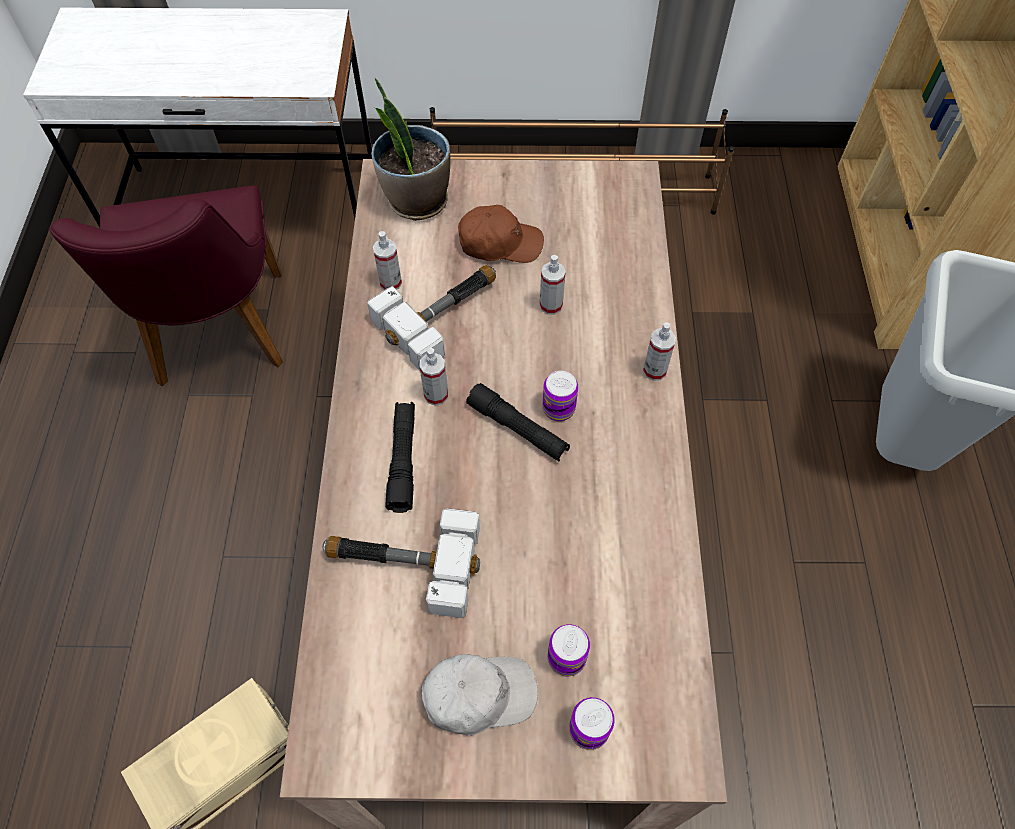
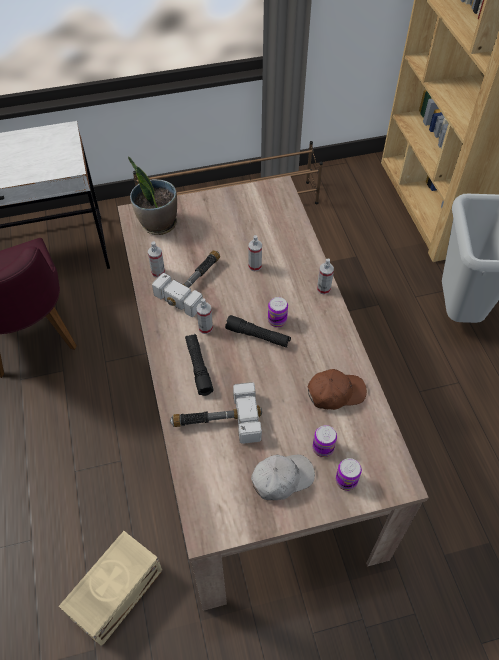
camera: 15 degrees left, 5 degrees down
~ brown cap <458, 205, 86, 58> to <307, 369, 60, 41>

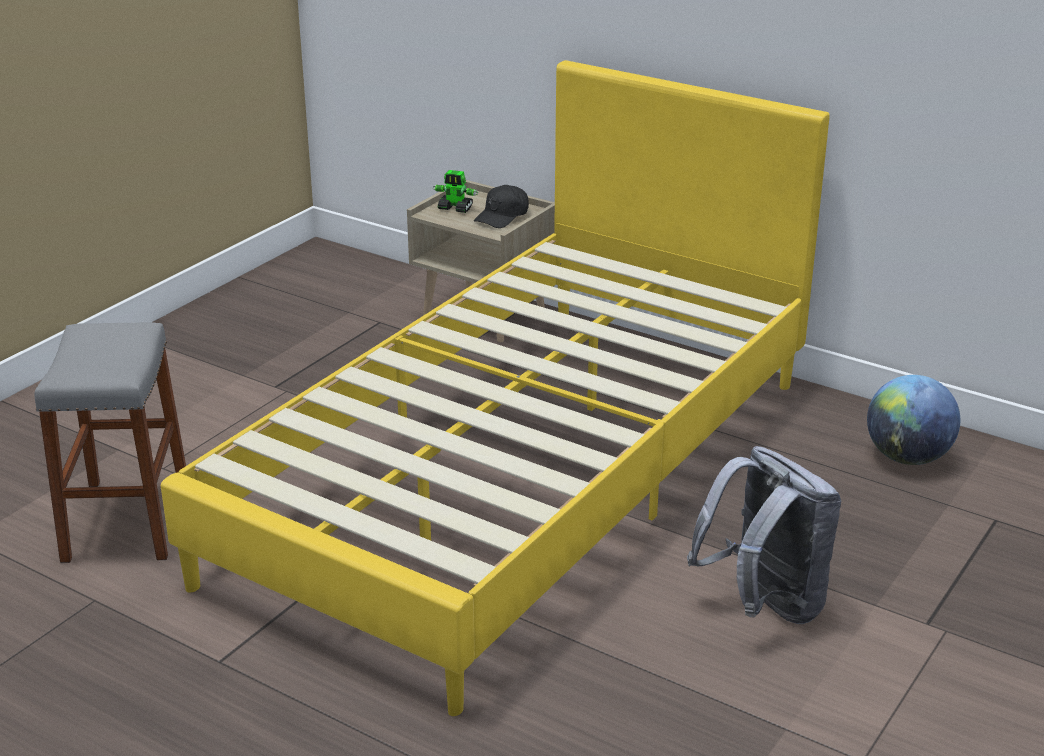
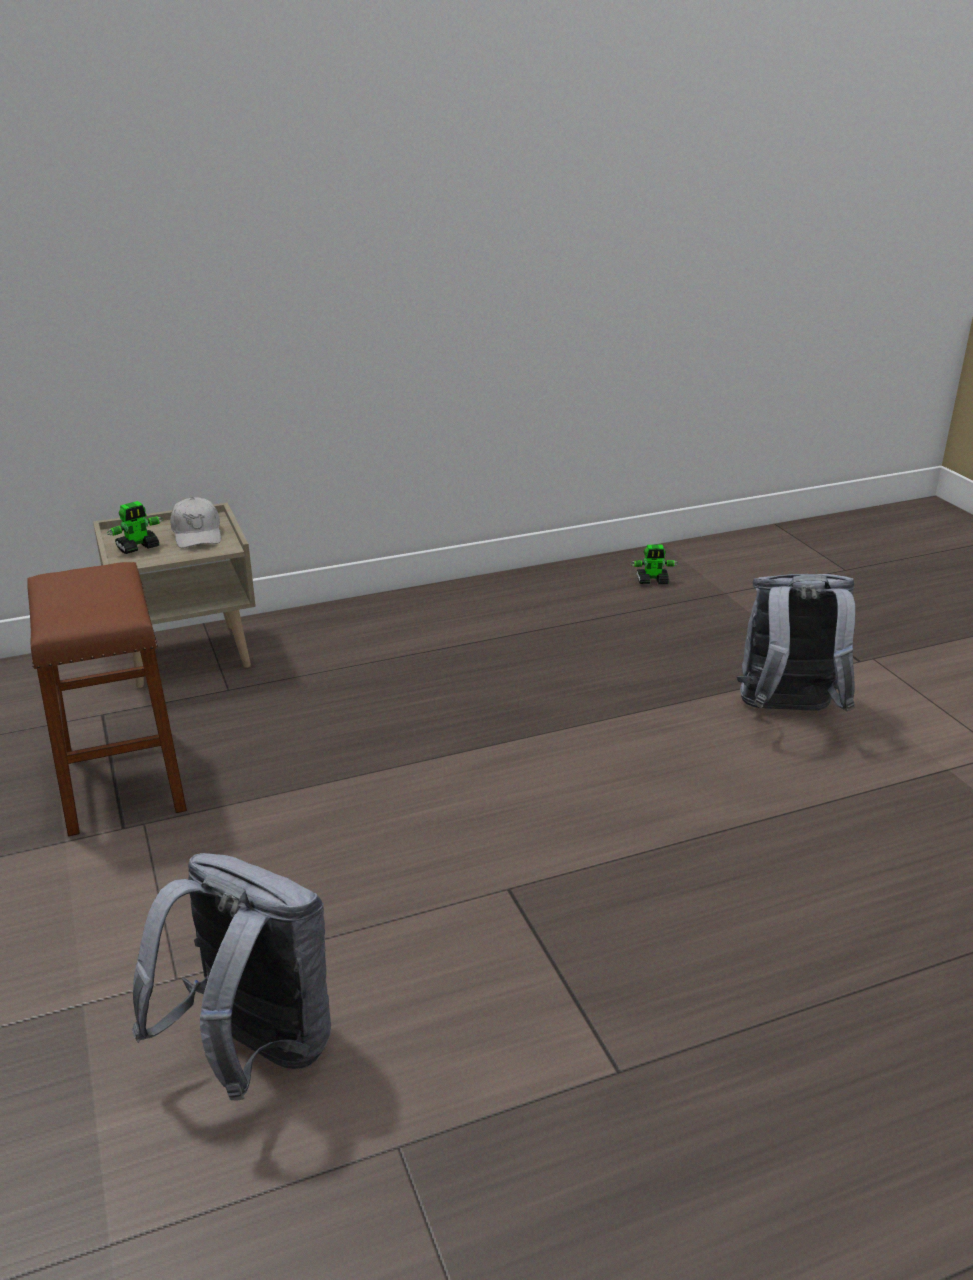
camera: 55 degrees left, 0 degrees up
- yellow bed <161, 60, 669, 656>
+ brown stool <27, 562, 160, 274>
~ grey stool <35, 322, 151, 241> to grey backpack <132, 853, 199, 248>
~ globe <867, 375, 93, 90> to toy robot <630, 544, 48, 40>
~ black cap <474, 185, 55, 43> to white cap <170, 497, 51, 51>

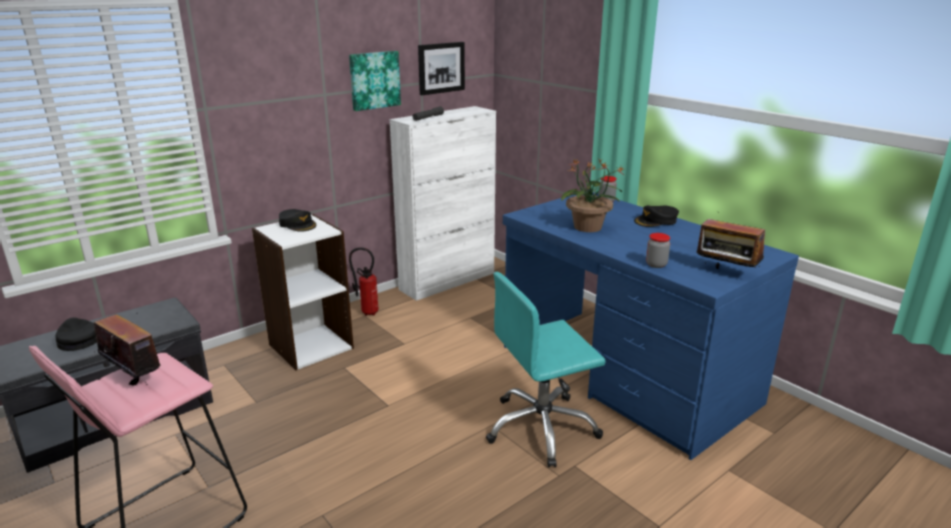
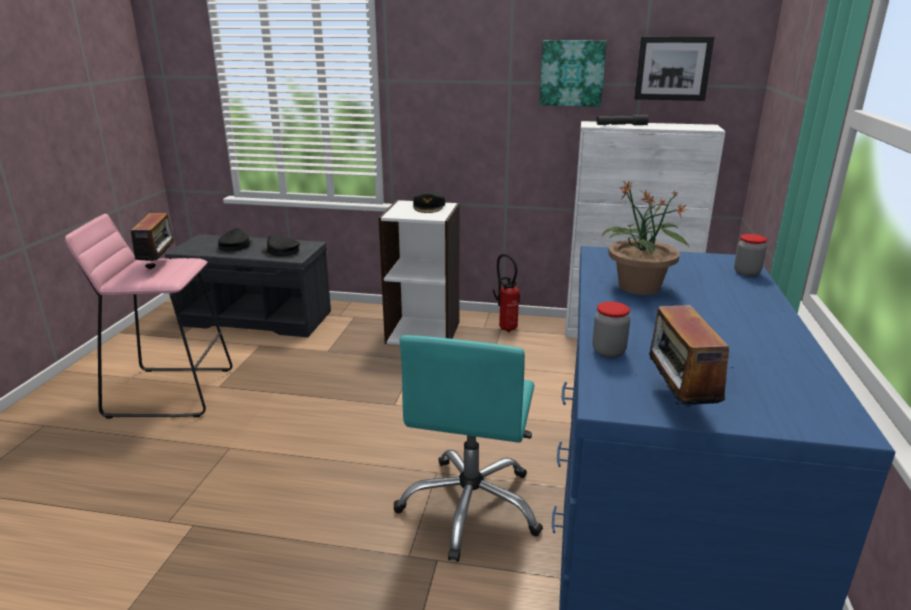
camera: 50 degrees right, 0 degrees up
~ black cap <634, 205, 45, 22> to <261, 234, 39, 22>
~ turquoise office chair <486, 272, 119, 195> = <394, 335, 149, 227> 105 degrees counterclockwise

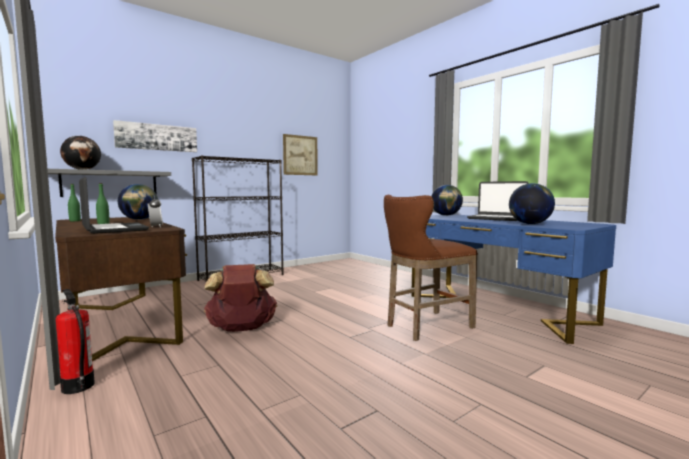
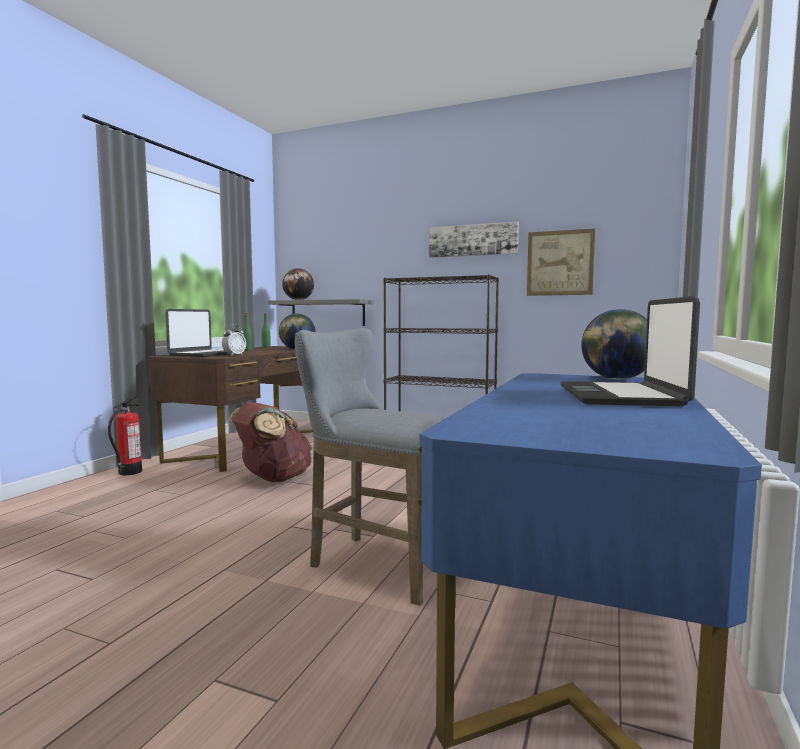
camera: 60 degrees right, 0 degrees up
- globe <509, 183, 46, 41>
~ picture <113, 120, 84, 32> to <429, 221, 90, 37>
~ brown stool <384, 195, 94, 146> to grey stool <295, 328, 151, 278>

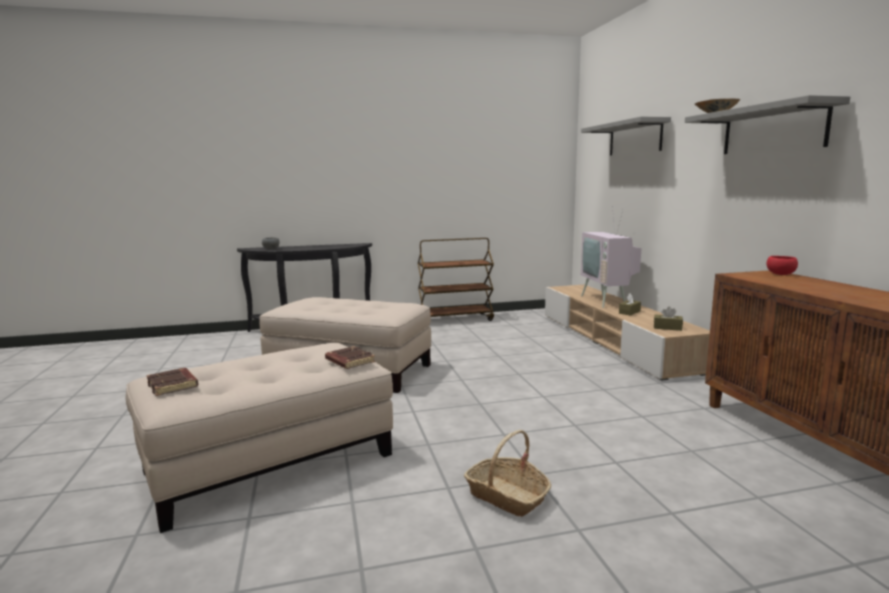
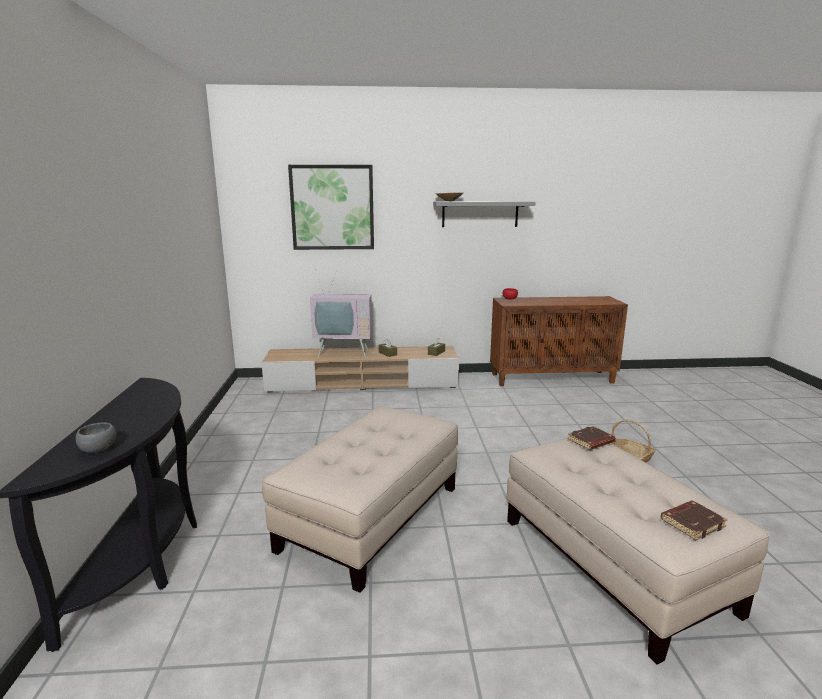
camera: 80 degrees left, 5 degrees up
- brown cart <418, 238, 76, 83>
~ grey shelf <581, 116, 90, 39> to picture <288, 165, 86, 85>

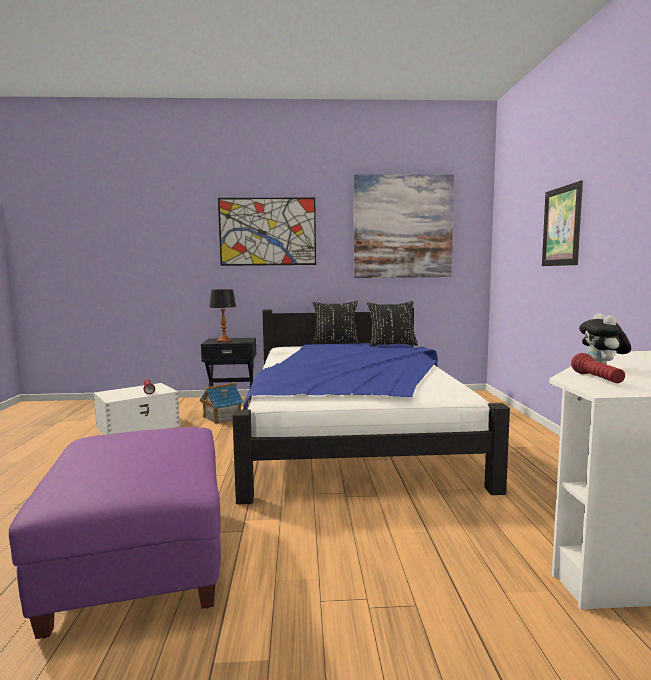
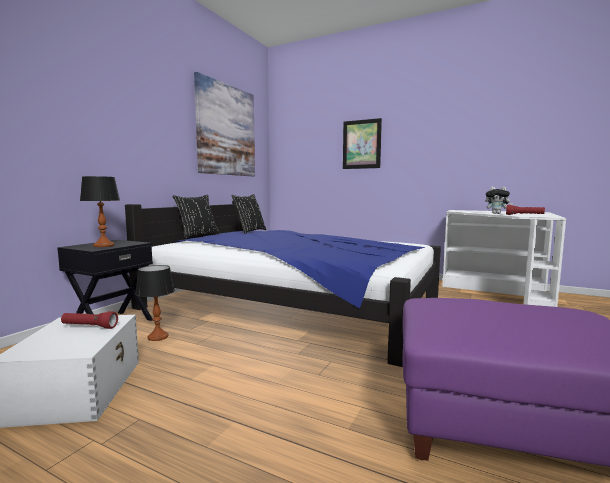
camera: 60 degrees left, 0 degrees up
- picture <218, 198, 98, 68>
~ toy house <200, 382, 44, 42> to table lamp <135, 265, 40, 76>

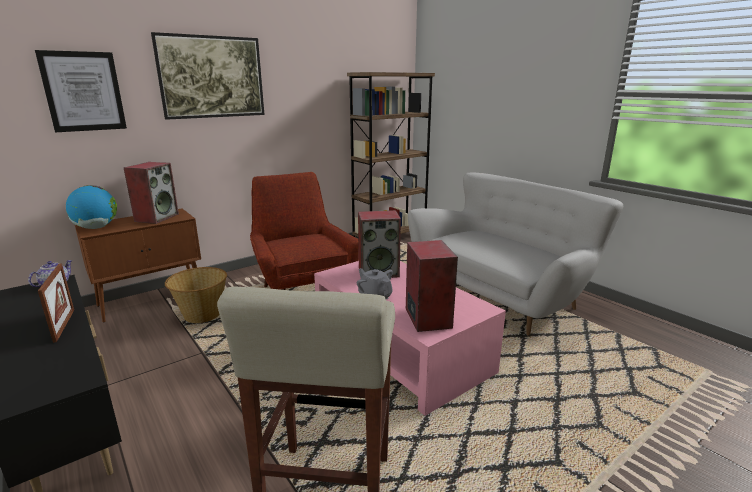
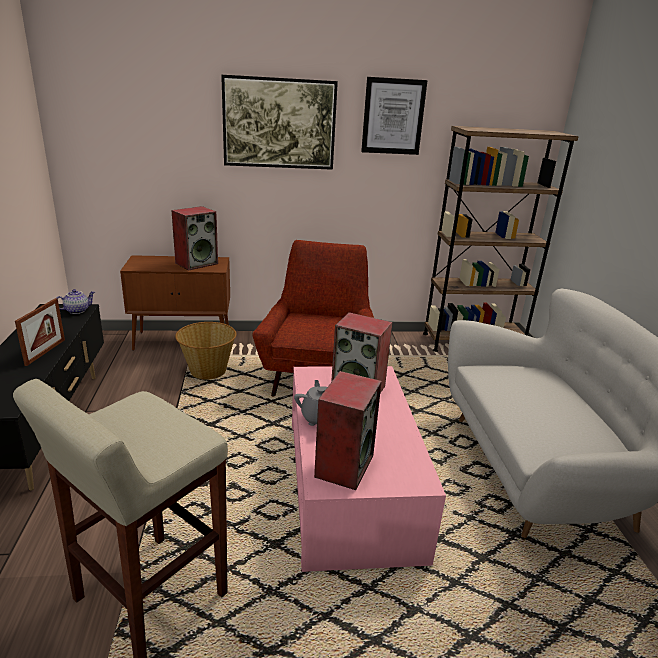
camera: 30 degrees right, 5 degrees up
- globe <66, 185, 51, 44>
~ picture <35, 50, 92, 82> to <361, 77, 66, 78>

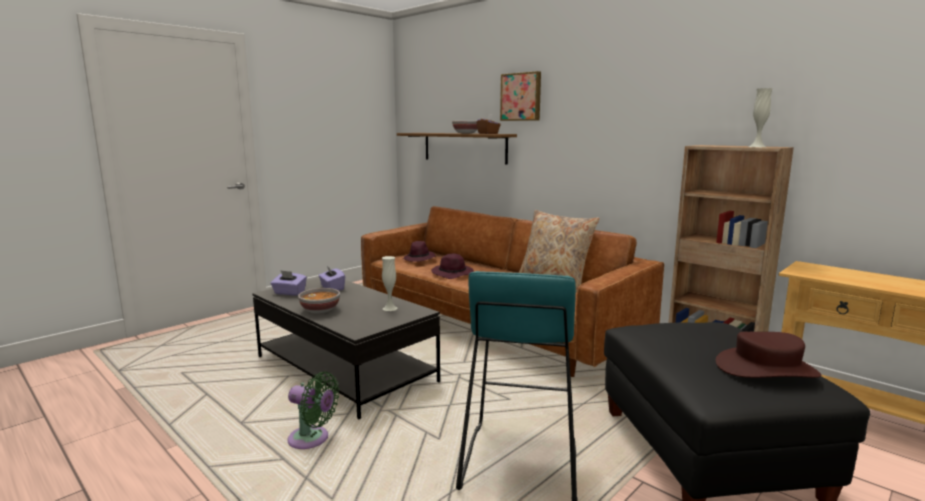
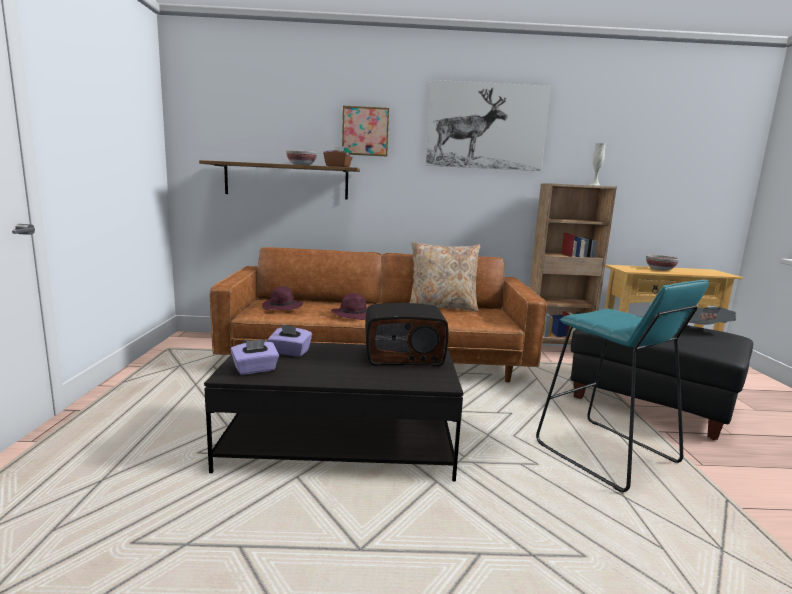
camera: 45 degrees left, 0 degrees up
- green fan <287, 372, 52, 77>
+ picture <425, 80, 126, 91>
~ bowl <298, 288, 42, 26> to <646, 255, 33, 15>
~ white vase <382, 256, 16, 55> to radio <365, 303, 83, 64>
~ brown hat <716, 332, 105, 46> to newspaper <689, 307, 47, 18>

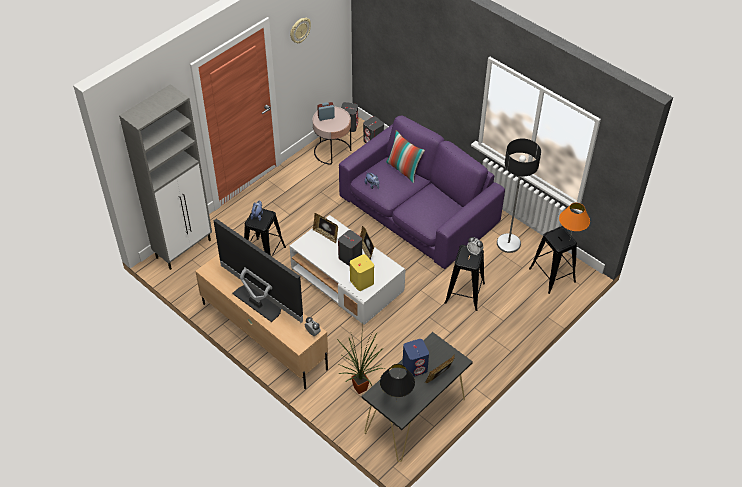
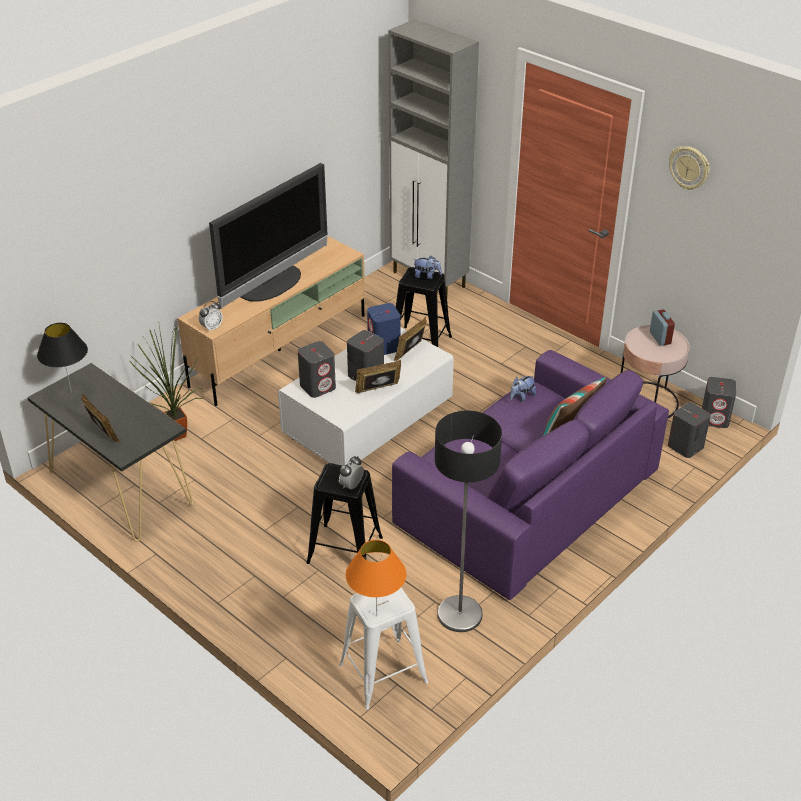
camera: 90 degrees right, 10 degrees down
~ blue speaker <403, 339, 26, 38> to <367, 303, 34, 52>
~ yellow speaker <350, 254, 24, 37> to grey speaker <298, 341, 38, 57>
~ black stool <529, 227, 48, 67> to white stool <339, 587, 89, 123>

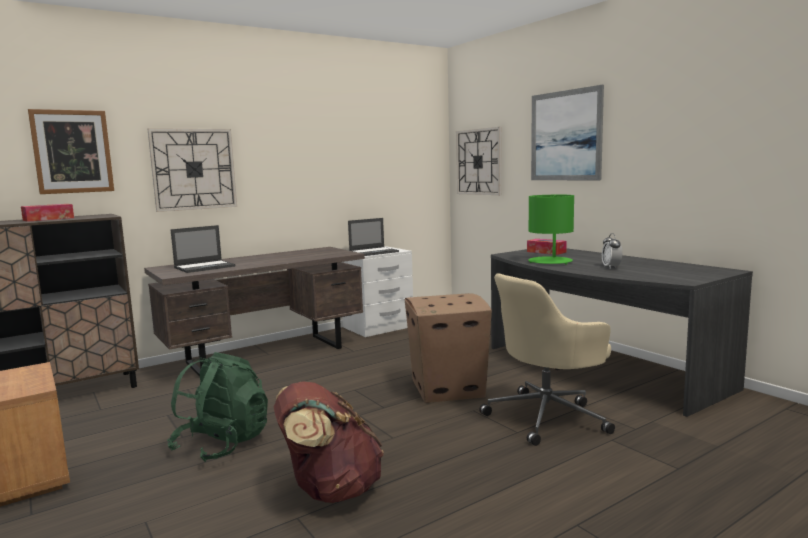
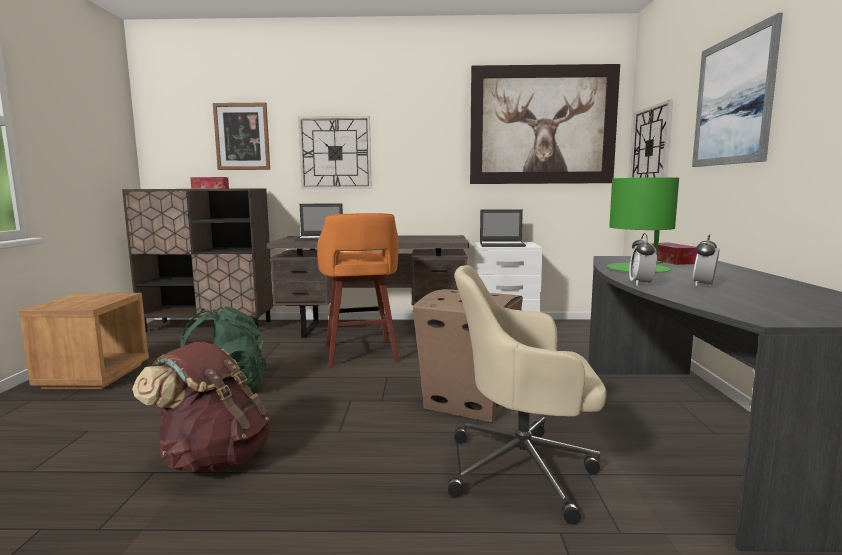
camera: 35 degrees right, 0 degrees up
+ orange stool <317, 213, 82, 155>
+ picture <470, 64, 150, 120>
+ alarm clock <629, 233, 28, 53>

